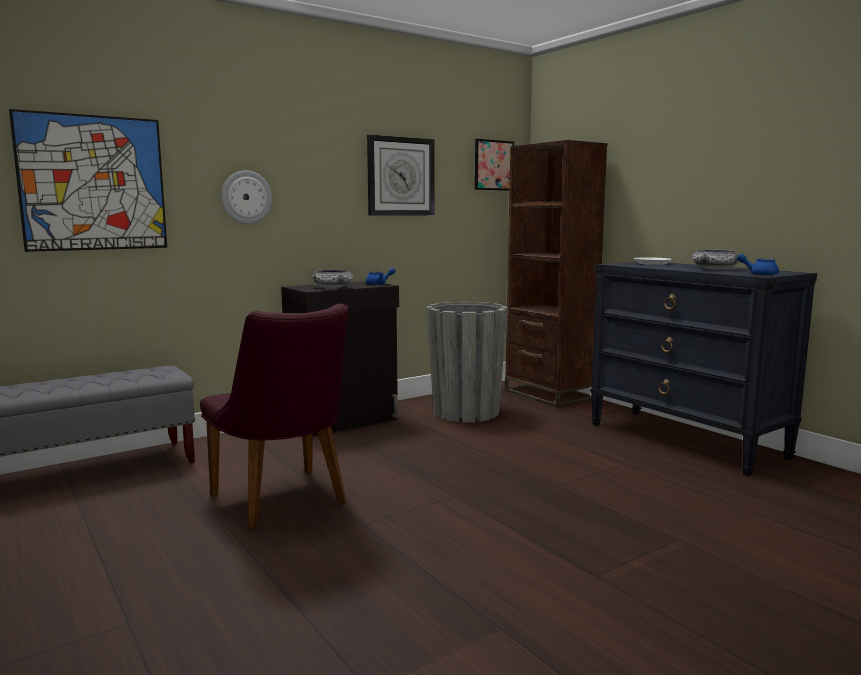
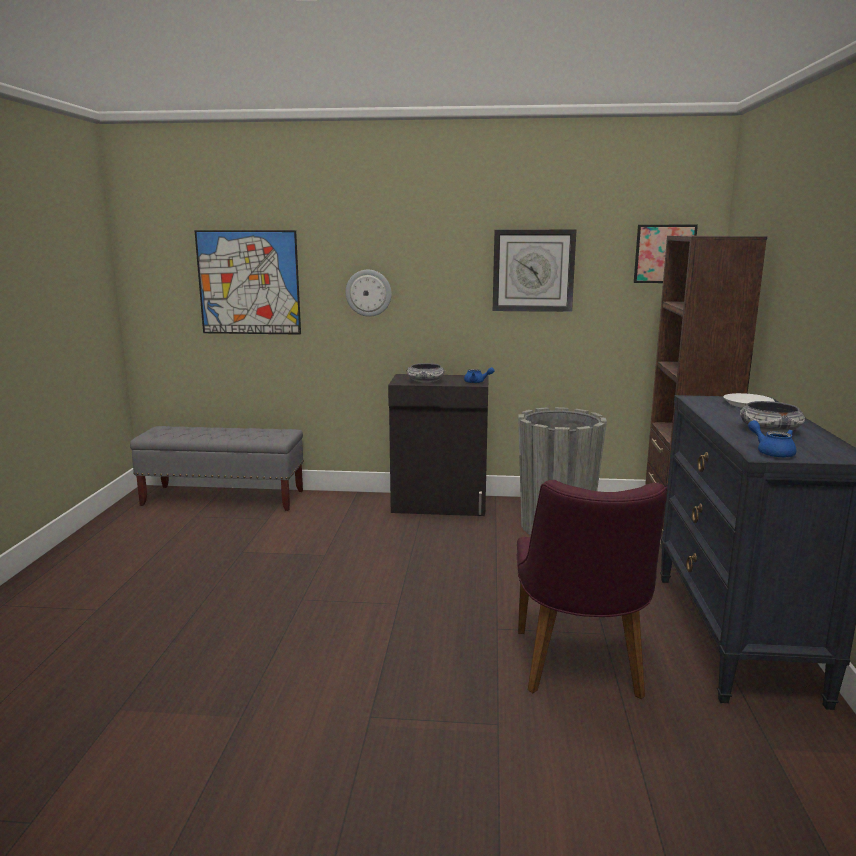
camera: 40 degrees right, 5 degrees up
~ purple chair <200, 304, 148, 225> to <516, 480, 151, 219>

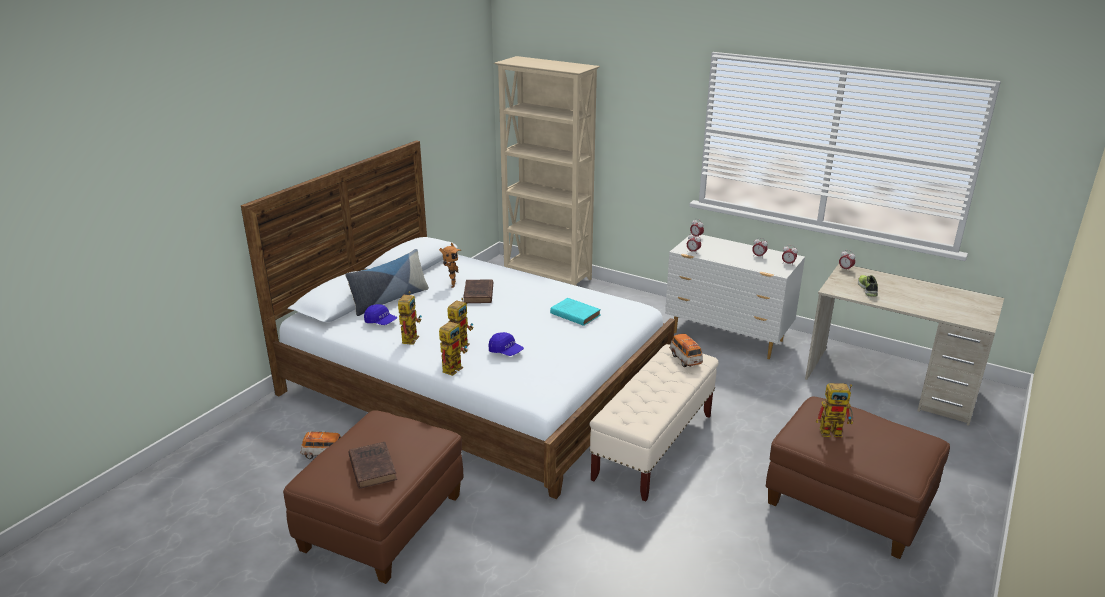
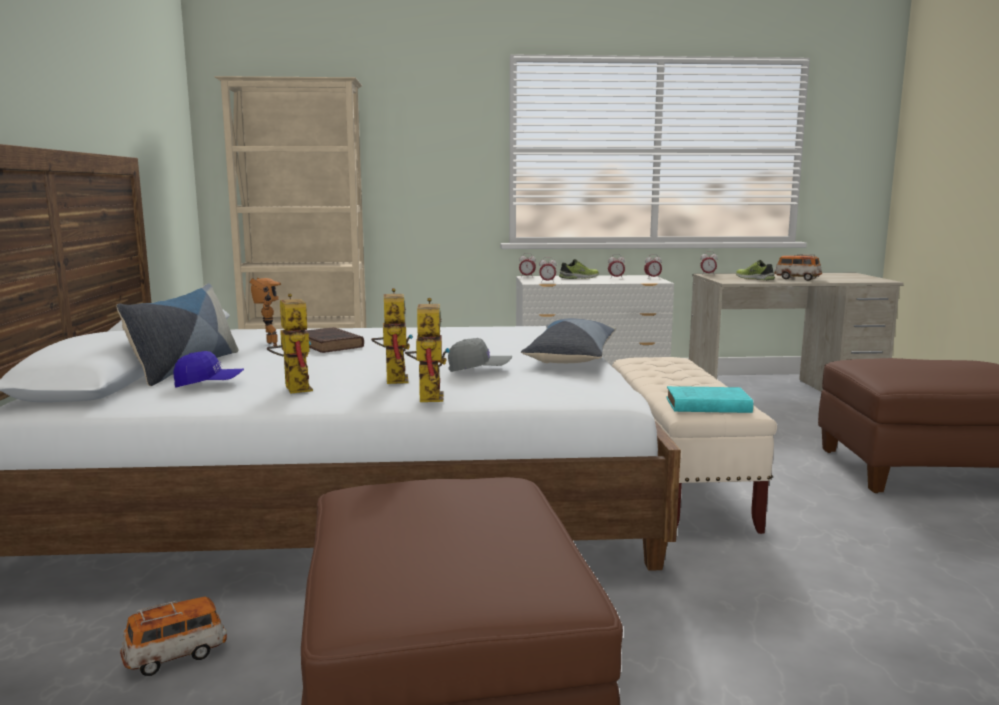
camera: 35 degrees left, 15 degrees down
- brown book <349, 442, 48, 47>
- toy robot <816, 383, 37, 54>
+ pillow <521, 318, 95, 45>
+ shoe <559, 259, 40, 20>
~ turquoise book <550, 298, 51, 28> to <666, 386, 87, 27>
~ toy car <669, 334, 34, 33> to <774, 254, 48, 27>
~ blue cap <489, 332, 35, 24> to grey cap <448, 338, 64, 34>

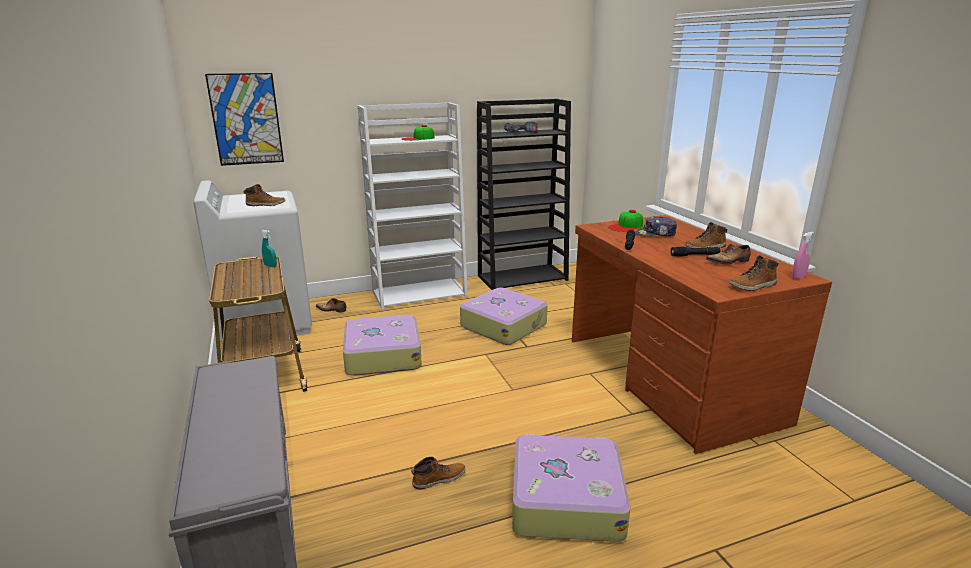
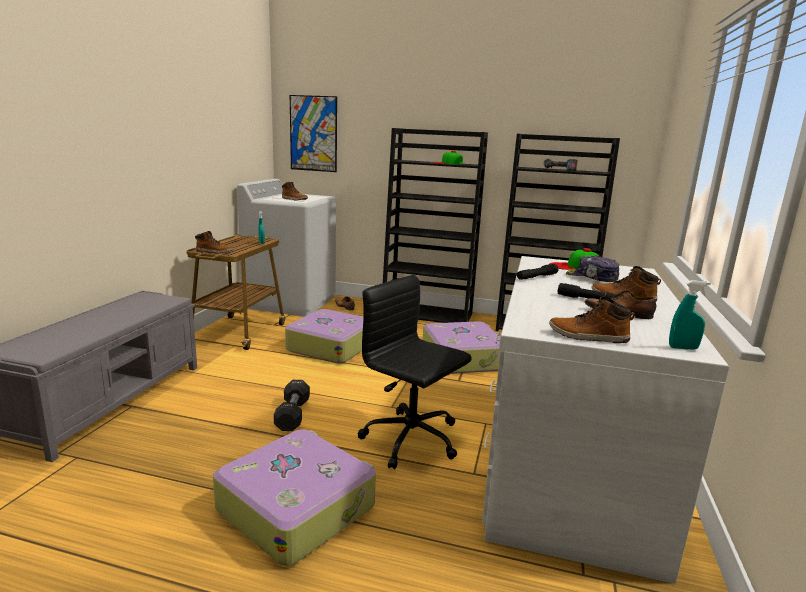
camera: 35 degrees right, 5 degrees down
+ black dumbbell <274, 380, 36, 51>
+ black office chair <357, 275, 115, 194>
~ boot <411, 457, 55, 33> to <195, 231, 38, 23>
~ white bookcase <358, 102, 110, 207> to black bookcase <383, 128, 105, 195>
~ brown desk <572, 215, 260, 239> to white desk <482, 256, 247, 328>
~ pink spray bottle <792, 232, 22, 47> to turquoise spray bottle <669, 280, 42, 70>

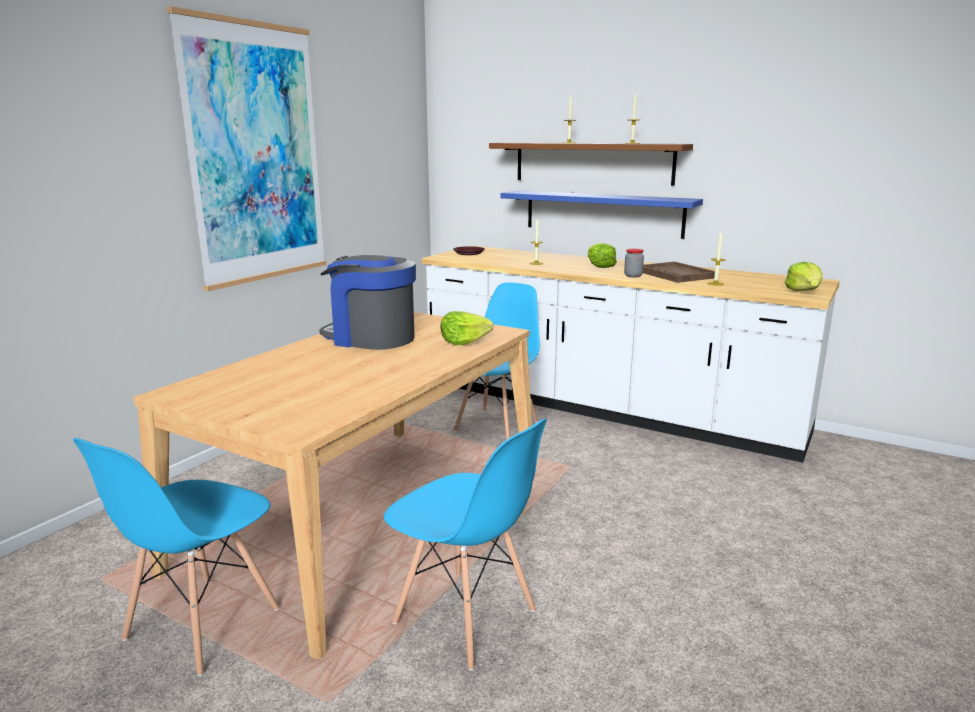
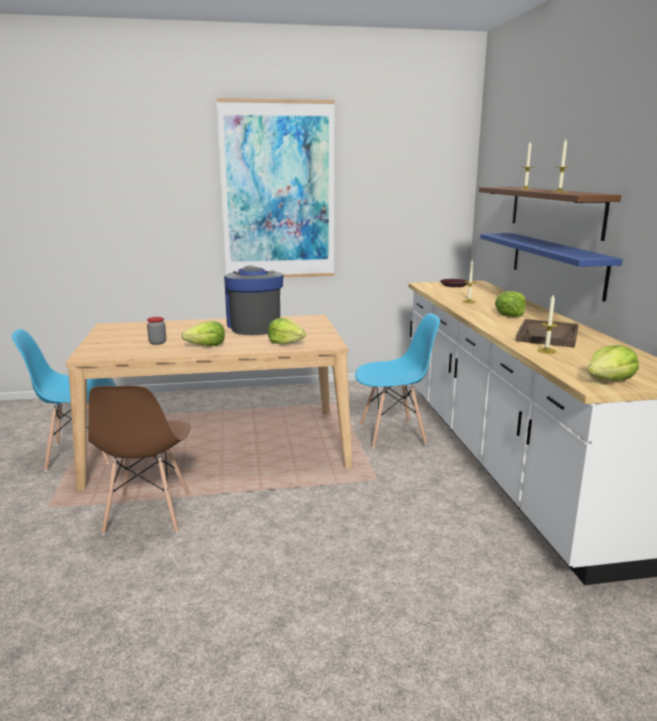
camera: 50 degrees right, 0 degrees up
+ lettuce <182, 321, 43, 25>
~ jar <624, 249, 20, 28> to <147, 317, 19, 28>
~ blue chair <384, 418, 163, 253> to brown chair <88, 385, 103, 150>

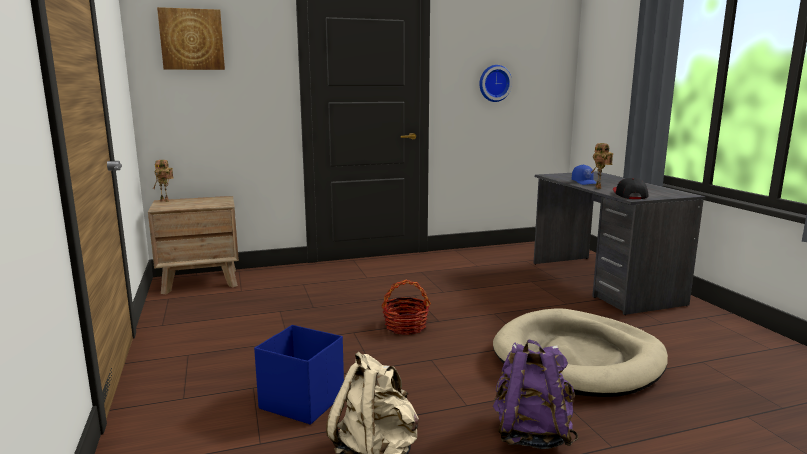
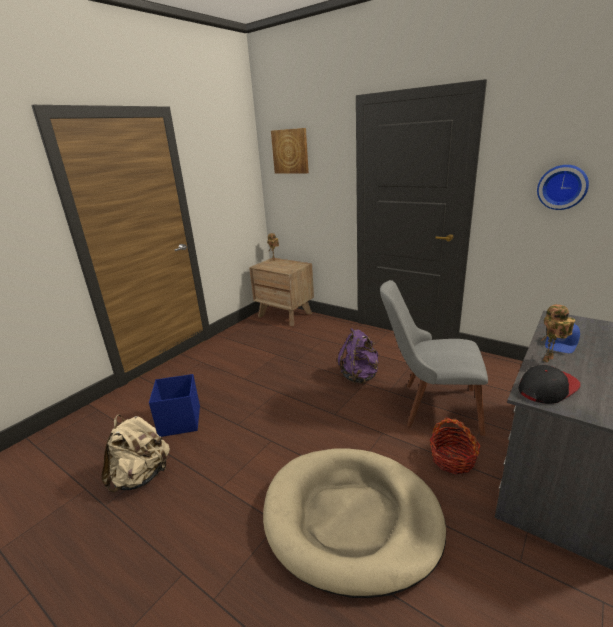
camera: 55 degrees right, 10 degrees up
+ grey chair <380, 280, 108, 156>
~ basket <381, 280, 50, 55> to <430, 418, 51, 56>
~ purple backpack <493, 339, 85, 110> to <337, 328, 42, 56>

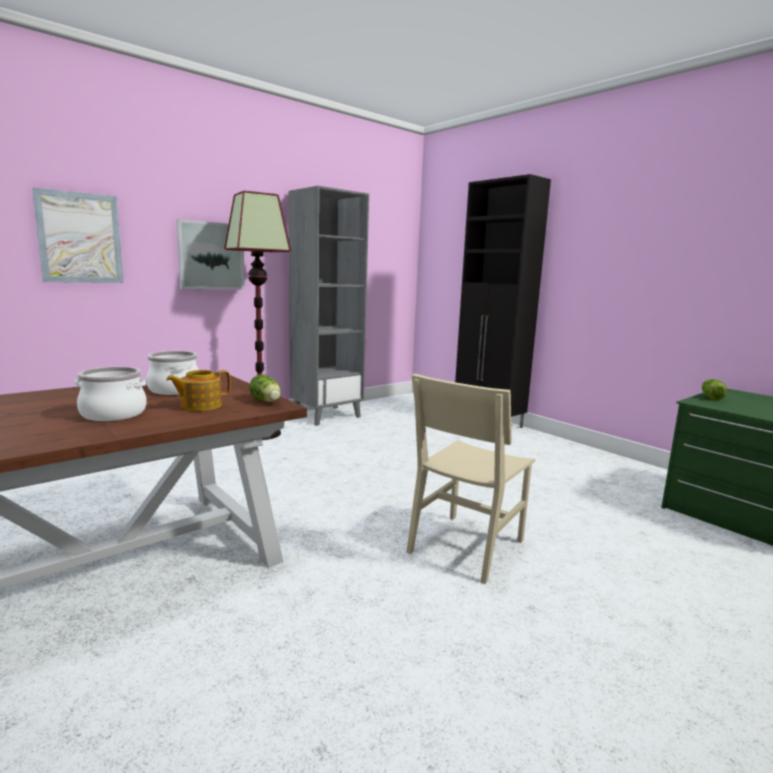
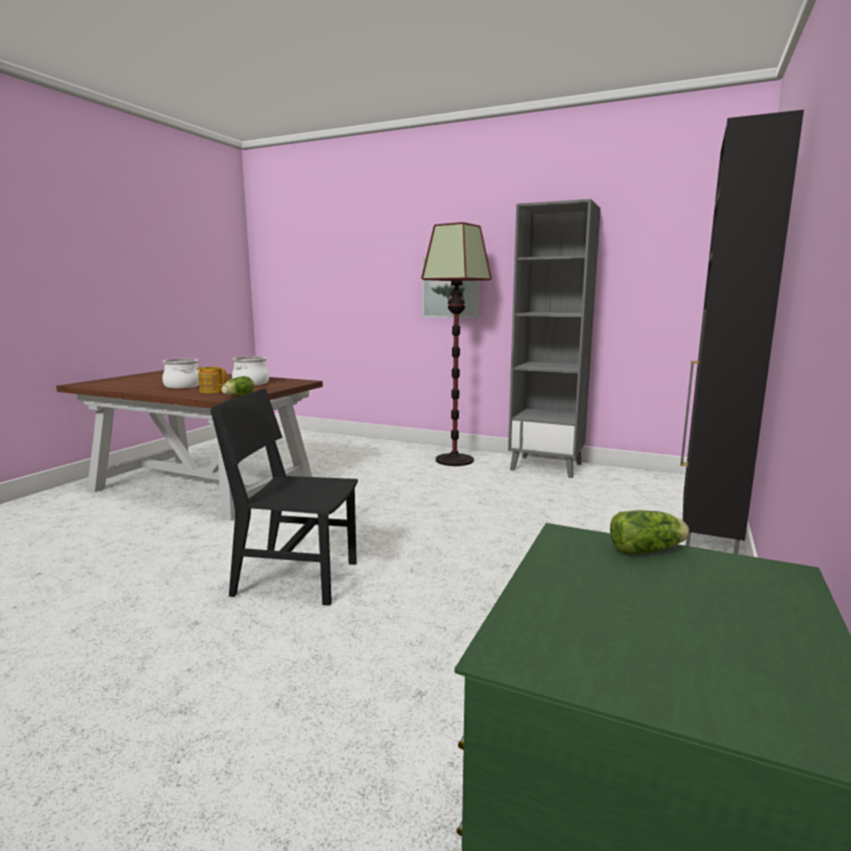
camera: 65 degrees right, 0 degrees up
- picture <32, 187, 92, 96>
~ beige chair <406, 374, 129, 210> to black chair <210, 388, 148, 218>

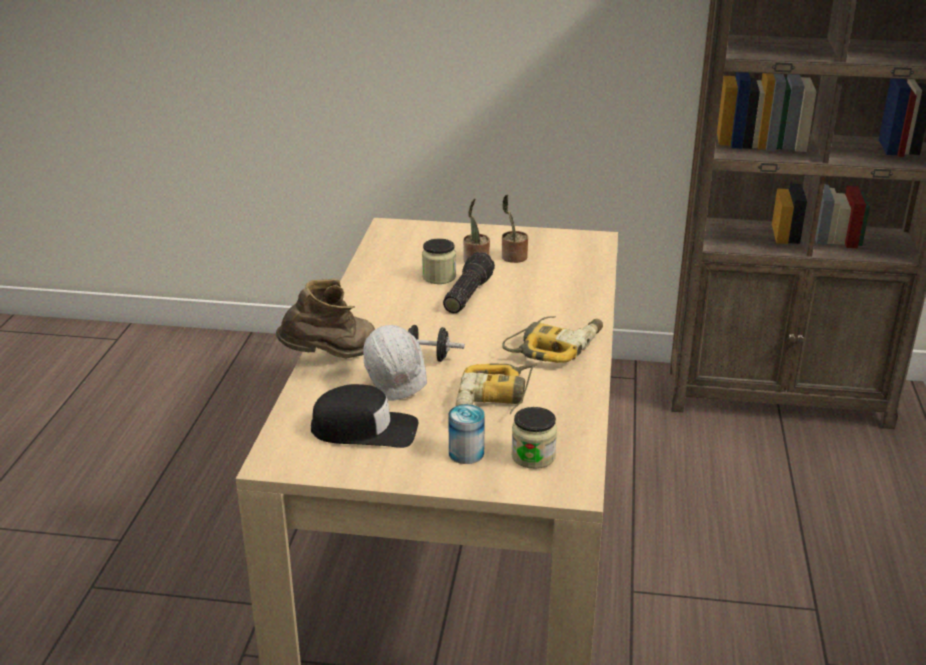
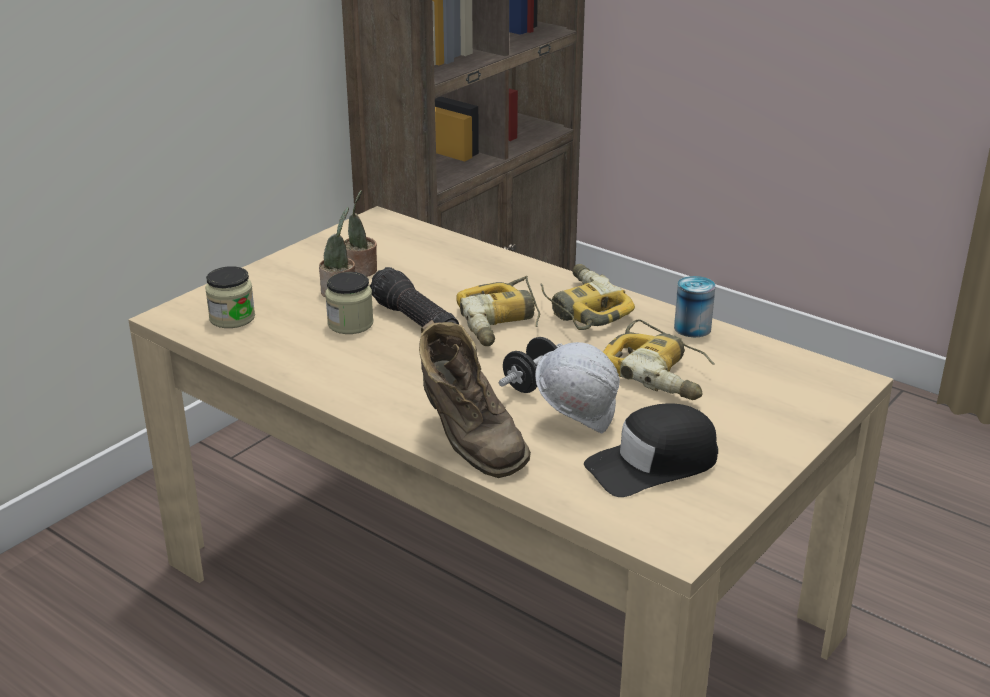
camera: 60 degrees left, 0 degrees up
+ power drill <456, 276, 84, 70>
~ can <448, 404, 37, 60> to <674, 276, 42, 61>
~ jar <511, 407, 46, 62> to <205, 266, 50, 62>
~ brown boot <276, 278, 99, 81> = <419, 320, 112, 158> 150 degrees clockwise
~ black cap <311, 384, 107, 64> = <584, 403, 134, 94> 150 degrees counterclockwise

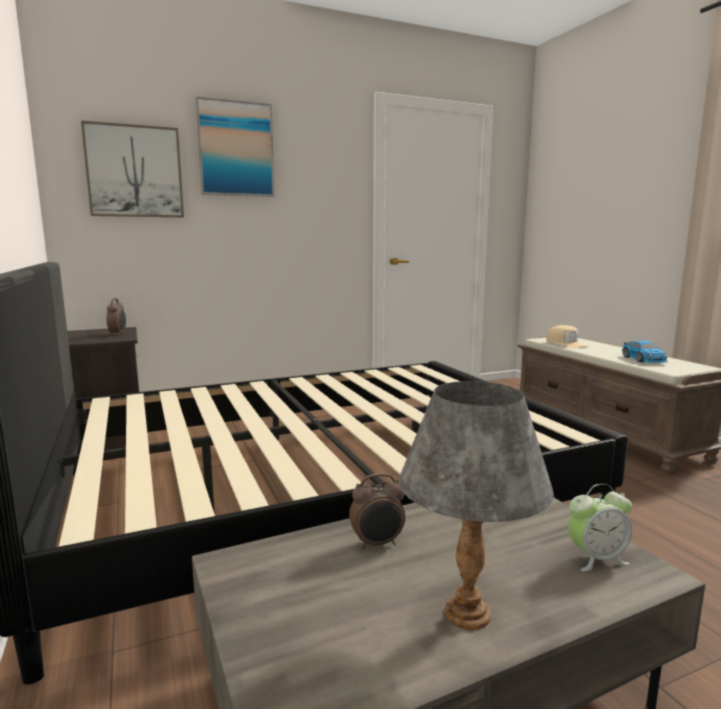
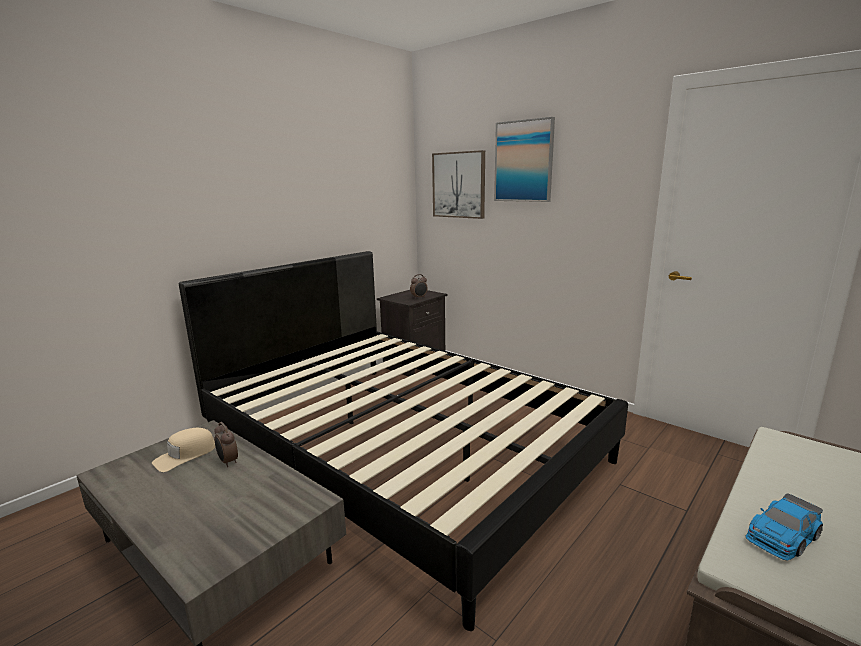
camera: 65 degrees right, 5 degrees up
- grey table lamp <399, 381, 155, 249>
- alarm clock <568, 484, 64, 87>
~ beige cap <546, 325, 43, 24> to <152, 428, 63, 44>

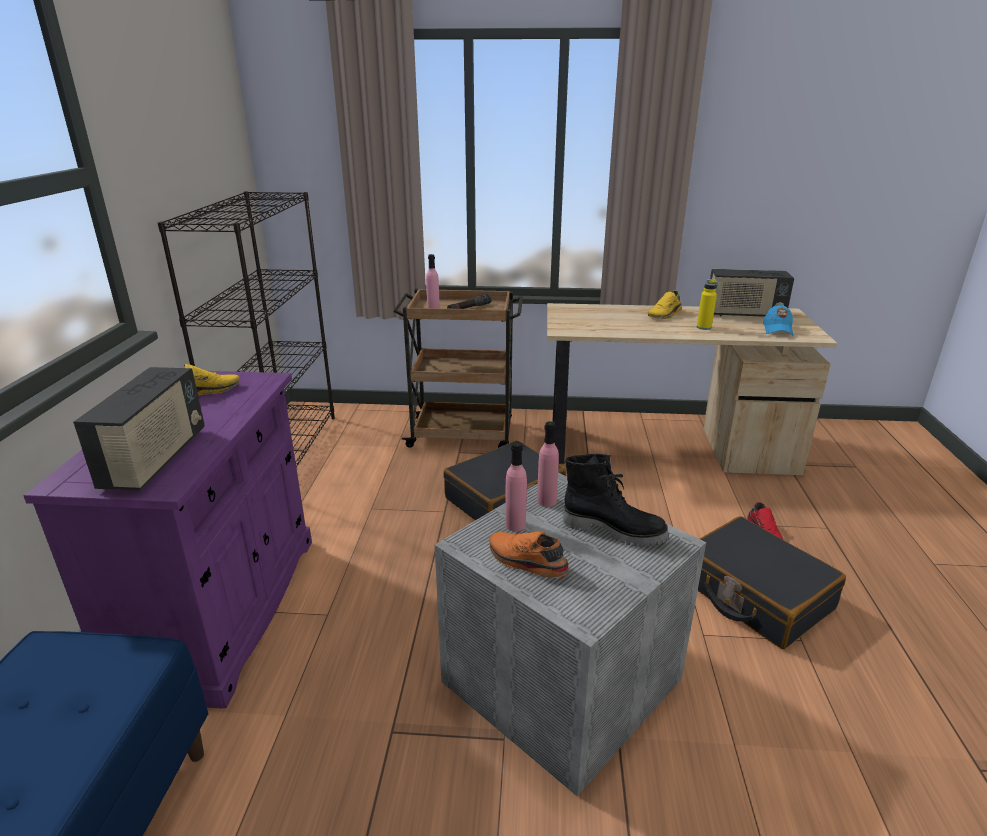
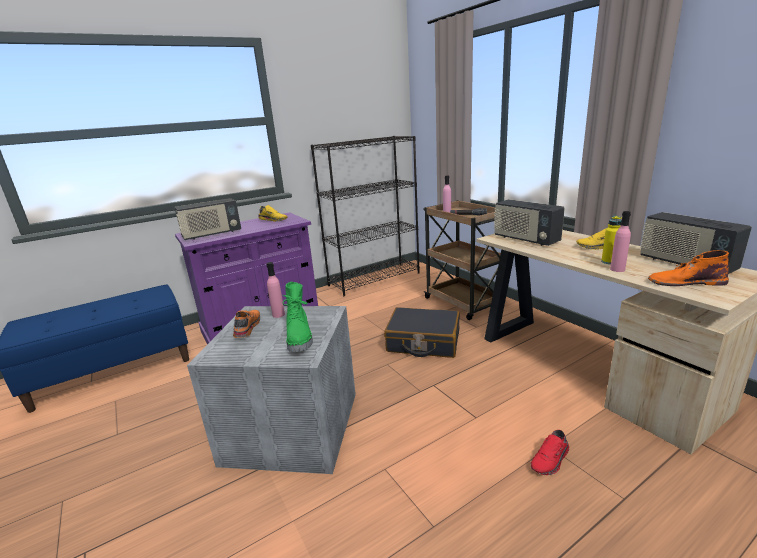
camera: 55 degrees right, 5 degrees down
- black suitcase <698, 516, 148, 133>
+ radio <494, 199, 71, 47>
~ pink bottle <537, 421, 22, 86> to <610, 211, 21, 61>
~ blue cap <763, 304, 30, 31> to orange boot <648, 250, 81, 36>
~ black boot <563, 454, 106, 93> to green boot <282, 282, 31, 70>

